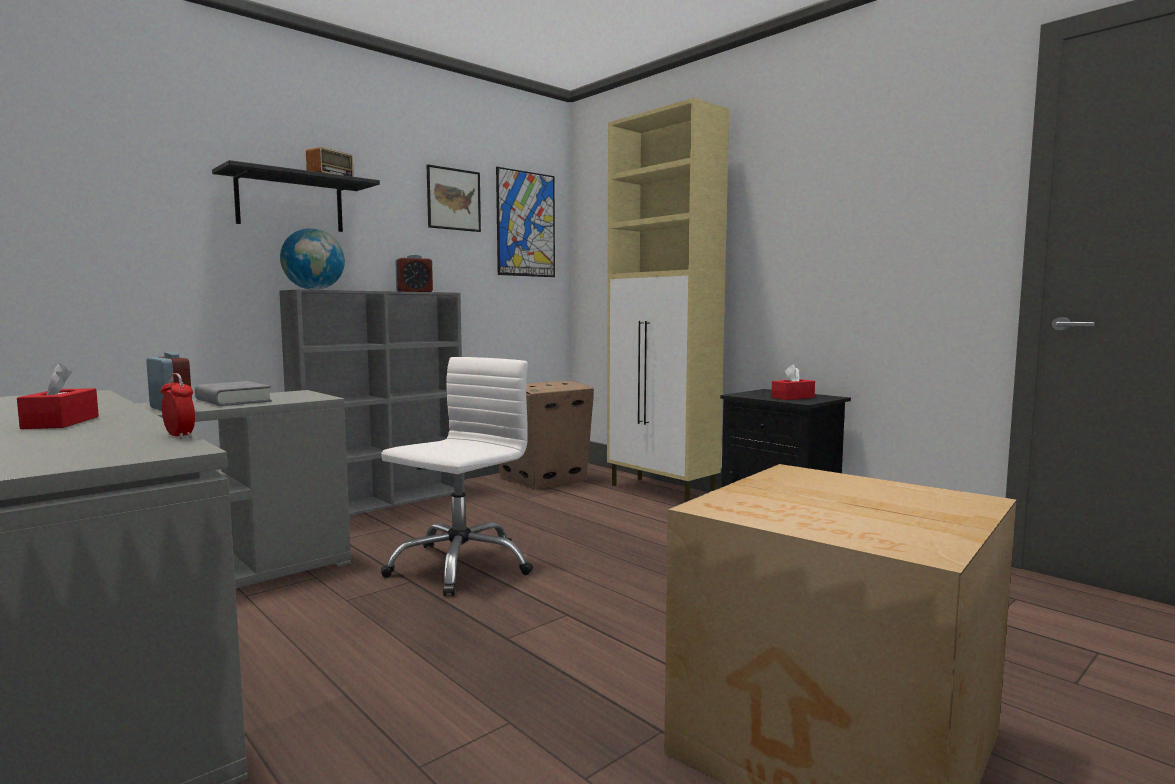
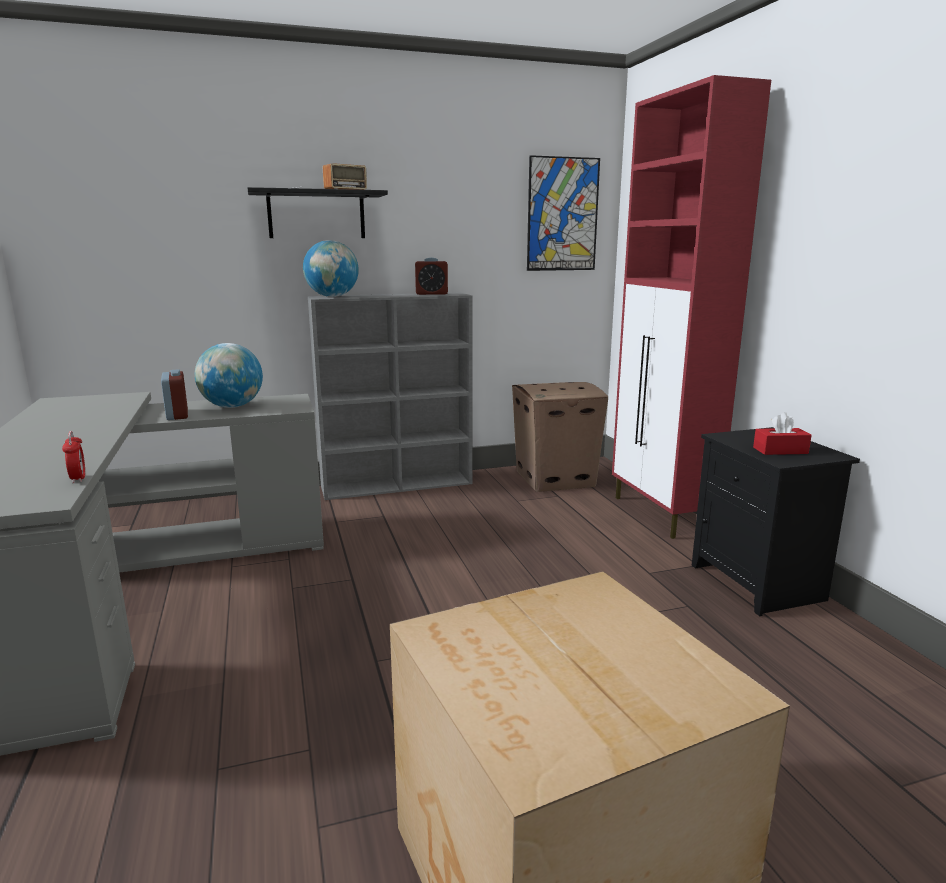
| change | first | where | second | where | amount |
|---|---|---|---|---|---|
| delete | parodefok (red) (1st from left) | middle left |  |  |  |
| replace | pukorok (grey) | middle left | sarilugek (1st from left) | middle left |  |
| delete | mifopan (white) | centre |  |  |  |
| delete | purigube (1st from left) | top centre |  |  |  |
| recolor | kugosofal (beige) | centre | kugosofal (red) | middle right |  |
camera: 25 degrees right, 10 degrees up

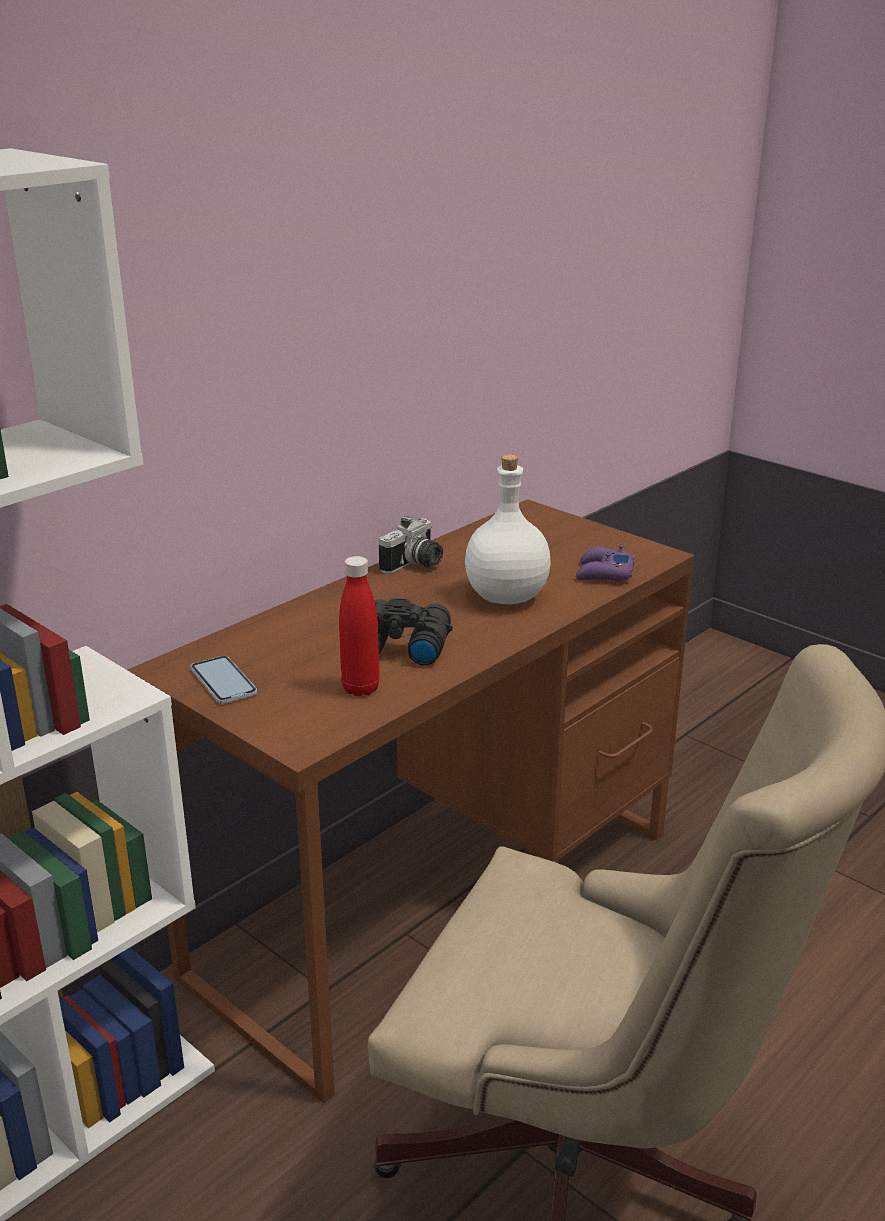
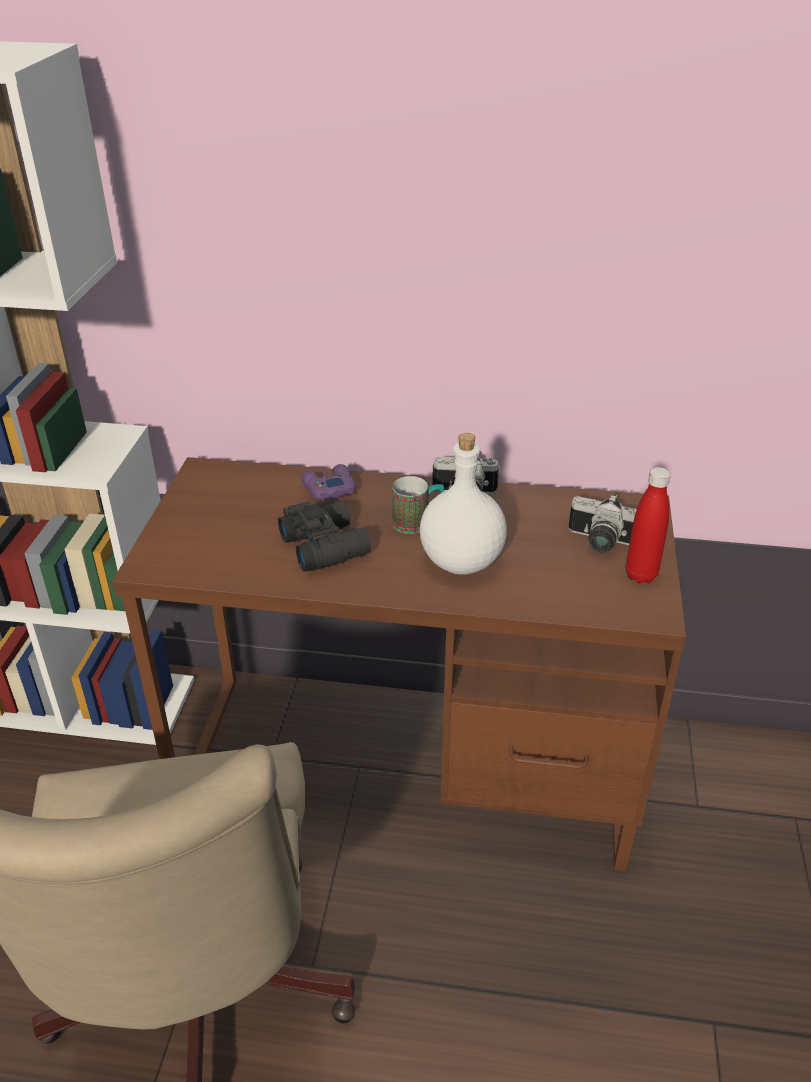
| change | first | where | second | where | amount |
|---|---|---|---|---|---|
| delete | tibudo | middle left |  |  |  |
| move | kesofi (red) | centre |  | middle right |  |
| move | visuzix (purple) | middle right |  | centre |  |
| insert |  |  | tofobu | centre |  |
| insert |  |  | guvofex (2nd from left) | middle right |  |
camera: 55 degrees right, 10 degrees up

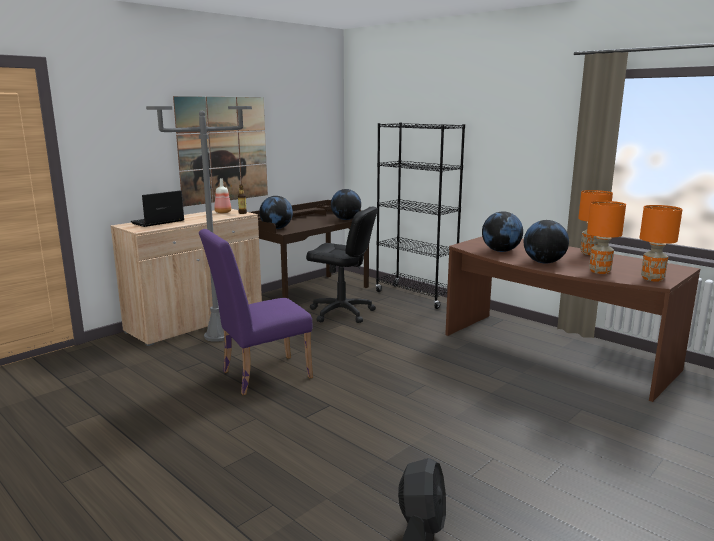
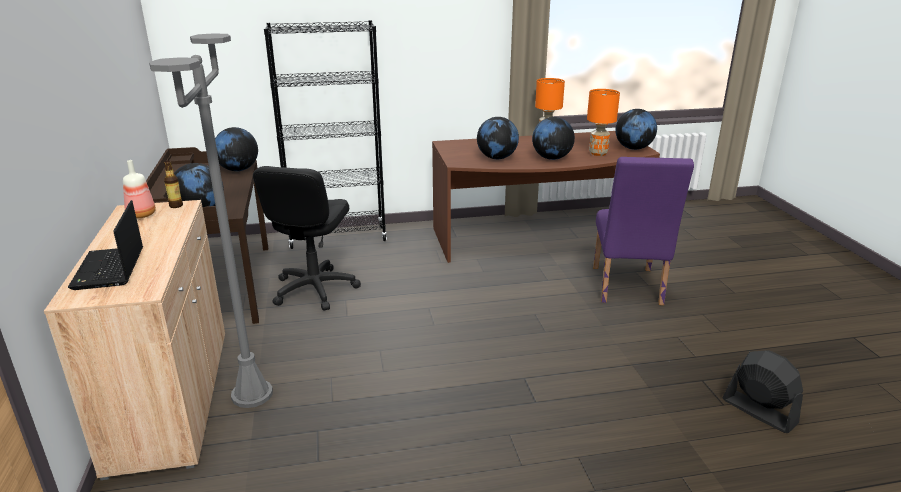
| change | first | where | second | where | amount |
|---|---|---|---|---|---|
| delete | purigube | top left |  |  |  |
| move | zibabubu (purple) | centre |  | middle right |  |
| rotate | mifopan (black) | centre |  | centre | 135 degrees clockwise |
| replace | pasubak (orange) (3rd from left) | middle right | sarilugek (5th from left) | top right |  |
camera: 55 degrees left, 10 degrees up

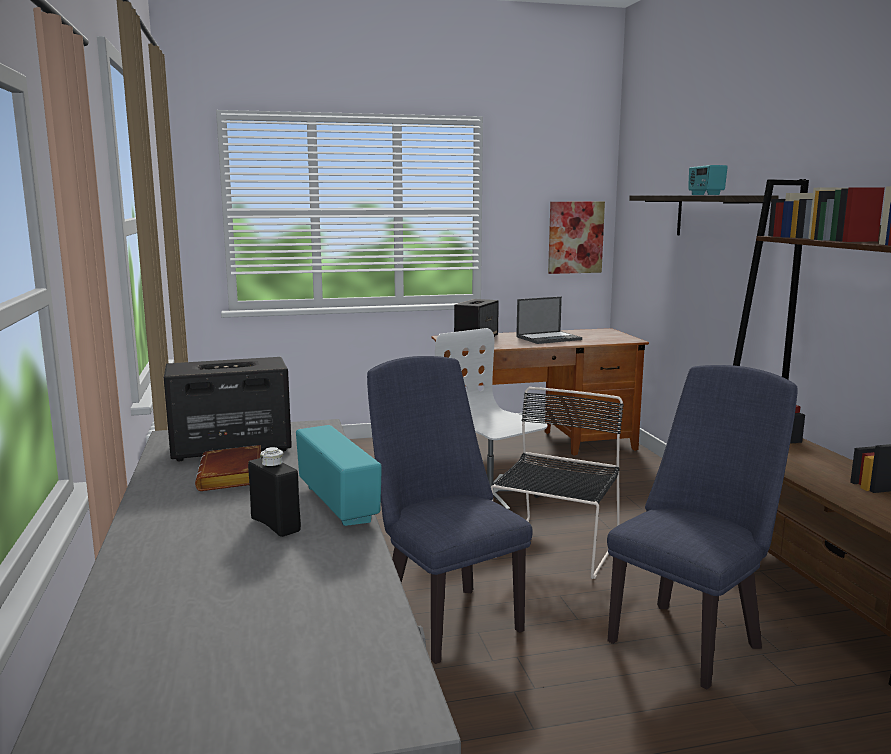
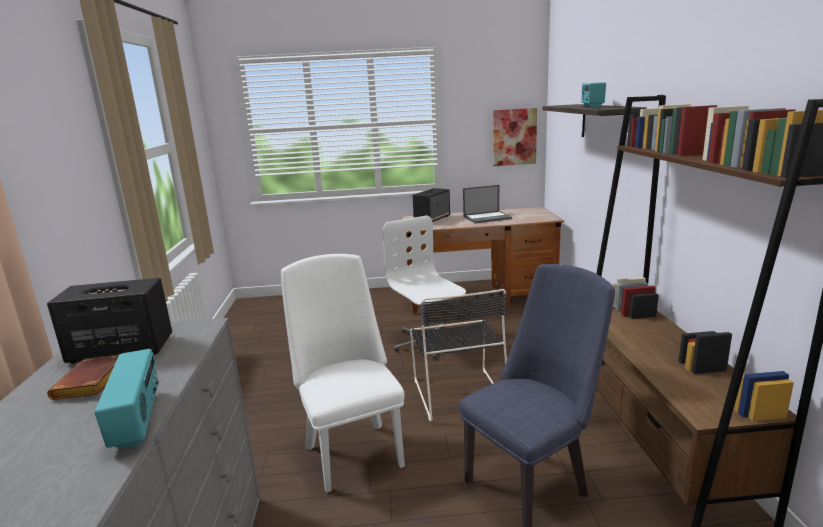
| change | first | where | second | where | amount |
|---|---|---|---|---|---|
| delete | kesofi (black) | middle left |  |  |  |
| recolor | zibabubu (blue) (1st from left) | bottom centre | zibabubu (white) | bottom centre |  |
| rotate | zibabubu (black) | centre |  | bottom centre | 135 degrees clockwise |
camera: 10 degrees right, 5 degrees up

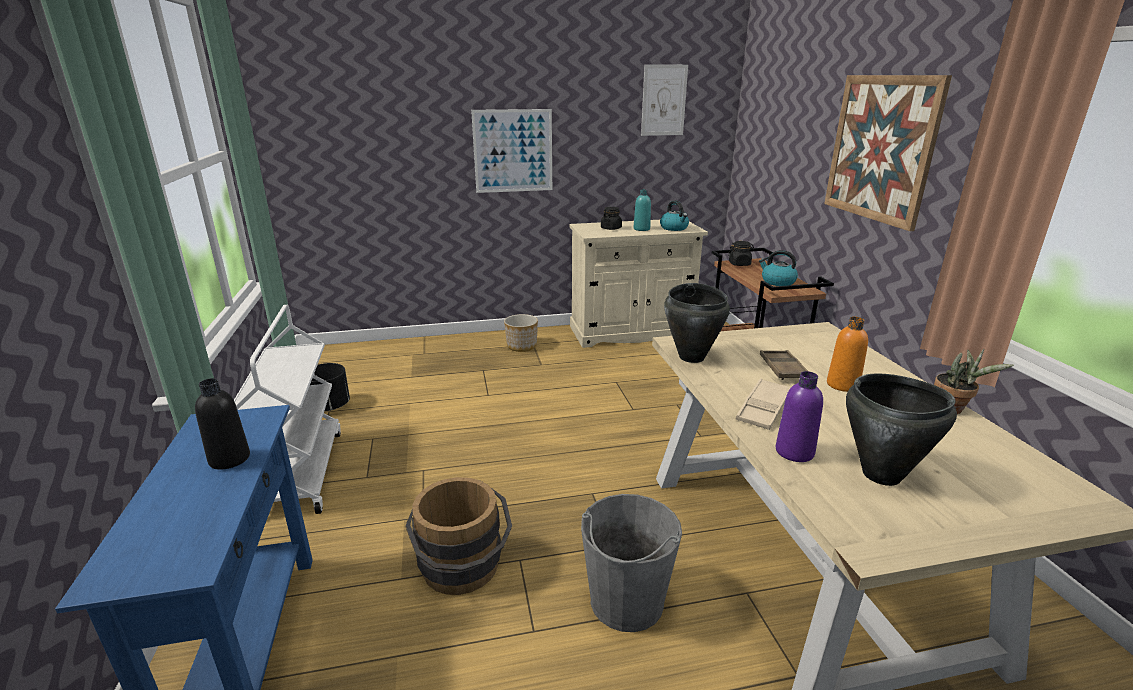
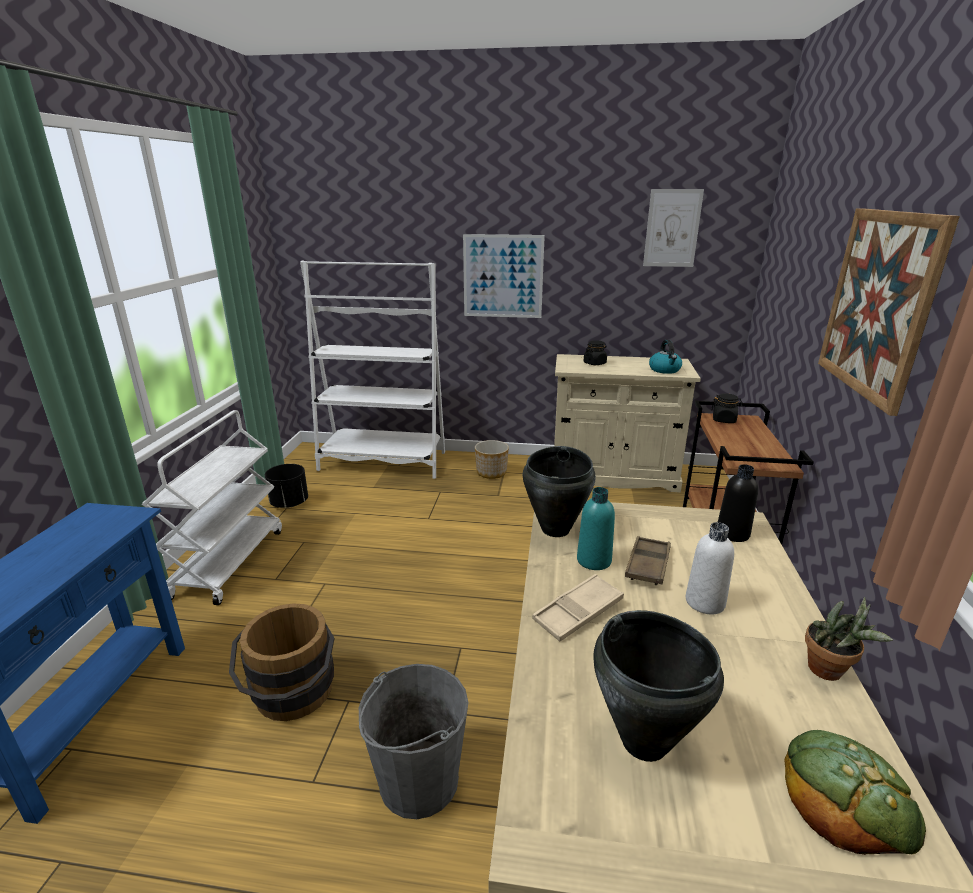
| change | first | where | second | where | amount |
|---|---|---|---|---|---|
| move | kesofi (black) | middle left |  | middle right |  |
| move | kesofi (turquoise) | top centre |  | centre |  |
| delete | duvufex (2nd from left) | middle right |  |  |  |
| delete | kesofi (purple) | middle right |  |  |  |
| recolor | kesofi (orange) | middle right | kesofi (white) | middle right |  |
| insert |  |  | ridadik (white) | centre |  |
| insert |  |  | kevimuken | bottom right |  |
camera: 20 degrees right, 0 degrees up

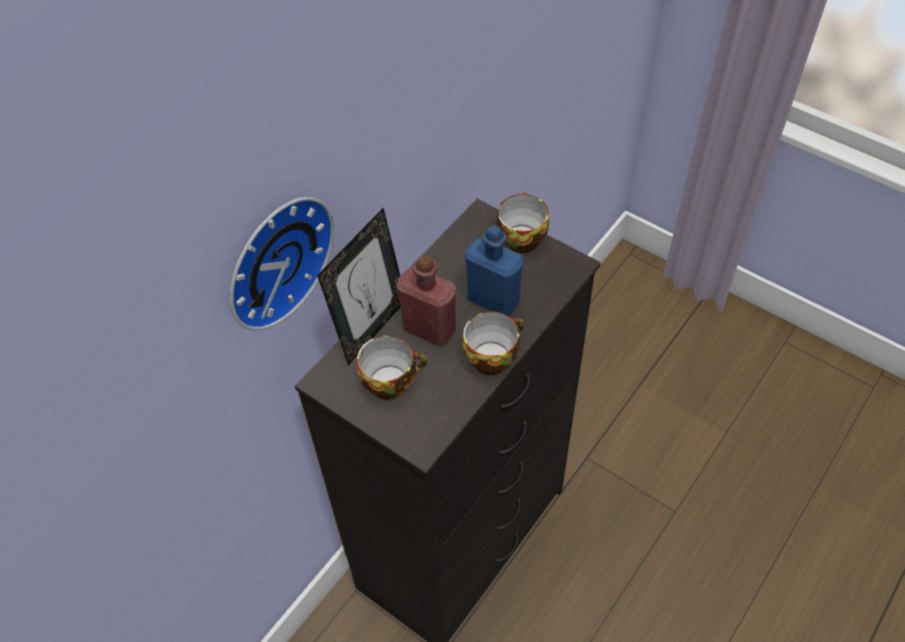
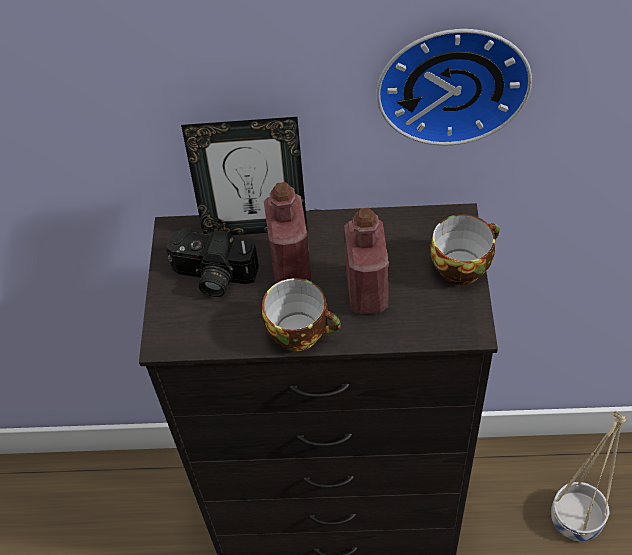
| change | first | where | second | where | amount |
|---|---|---|---|---|---|
| move | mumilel | middle left |  | top right |  |
| replace | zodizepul (1st from left) | centre | guvofex | centre |  |
| recolor | kesofi (blue) | centre | kesofi (red) (2nd from left) | centre |  |
| insert |  |  | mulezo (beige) | bottom right |  |
camera: 55 degrees right, 0 degrees up

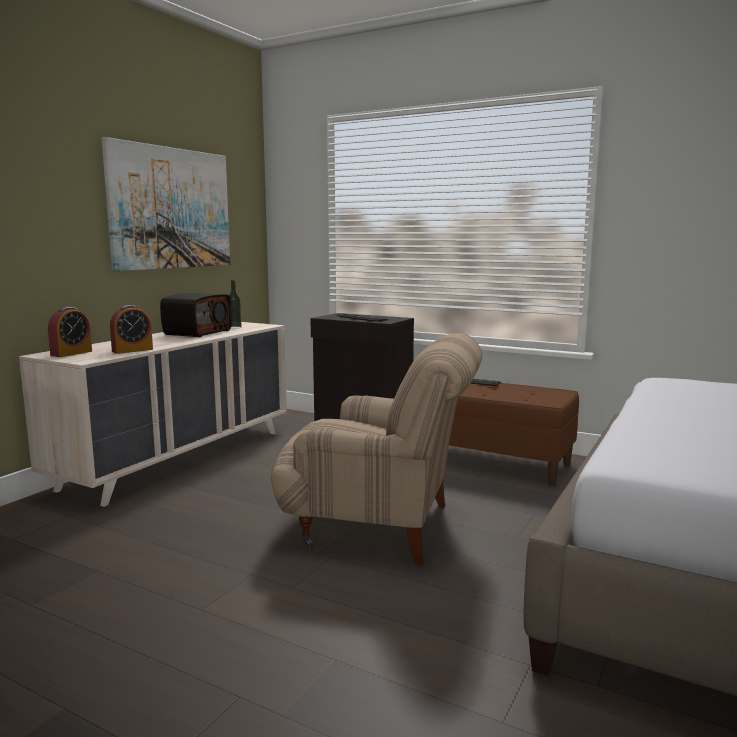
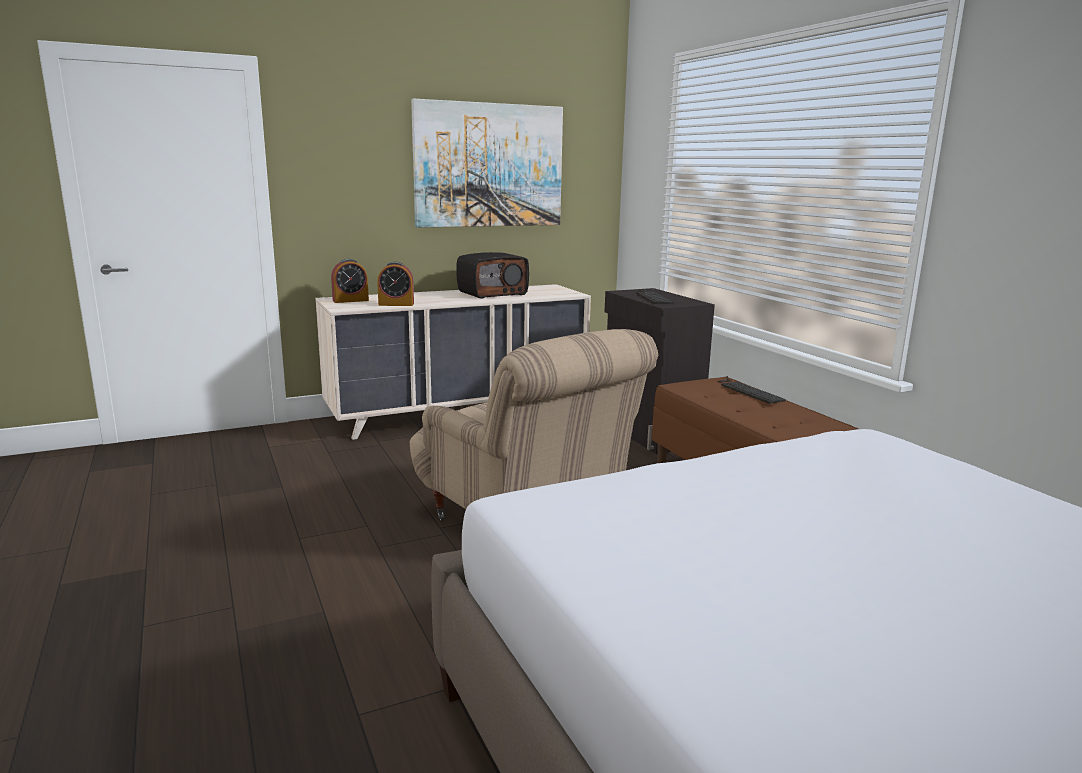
| change | first | where | second | where | amount |
|---|---|---|---|---|---|
| delete | kesofi | middle left |  |  |  |
camera: 35 degrees right, 5 degrees up

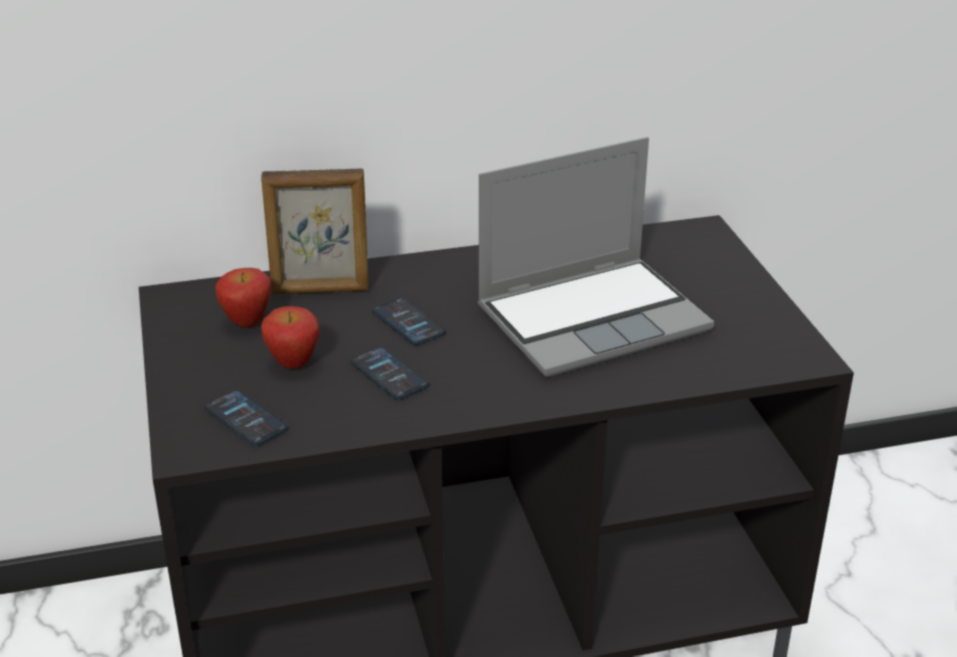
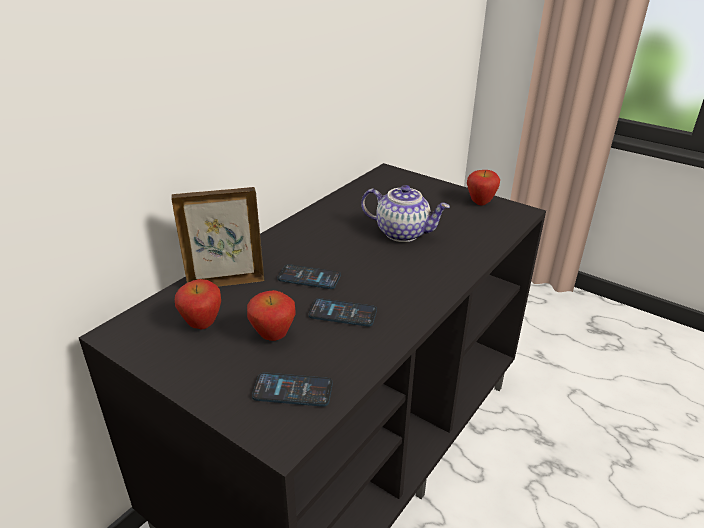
| change | first | where | second | where | amount |
|---|---|---|---|---|---|
| rotate | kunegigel | middle left |  | middle left | 150 degrees counterclockwise |
| replace | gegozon | centre | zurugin | centre |  |
| insert |  |  | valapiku (3rd from left) | middle right |  |
camera: 40 degrees left, 0 degrees up

